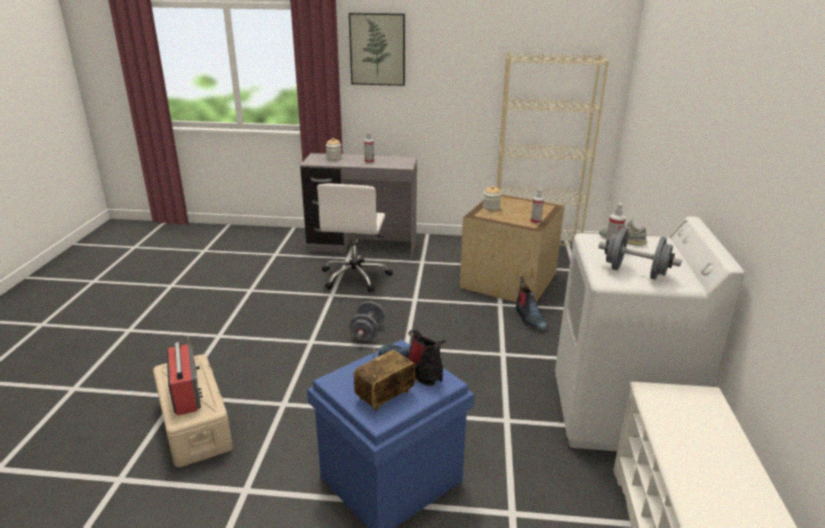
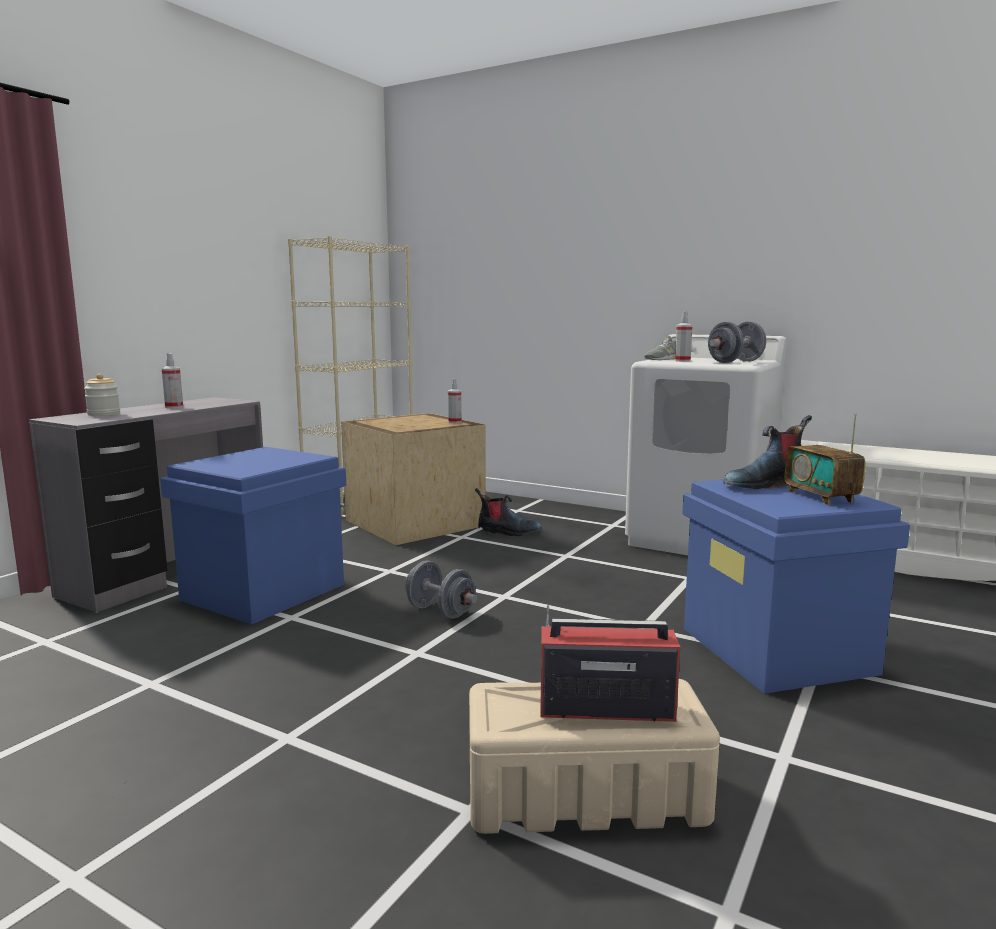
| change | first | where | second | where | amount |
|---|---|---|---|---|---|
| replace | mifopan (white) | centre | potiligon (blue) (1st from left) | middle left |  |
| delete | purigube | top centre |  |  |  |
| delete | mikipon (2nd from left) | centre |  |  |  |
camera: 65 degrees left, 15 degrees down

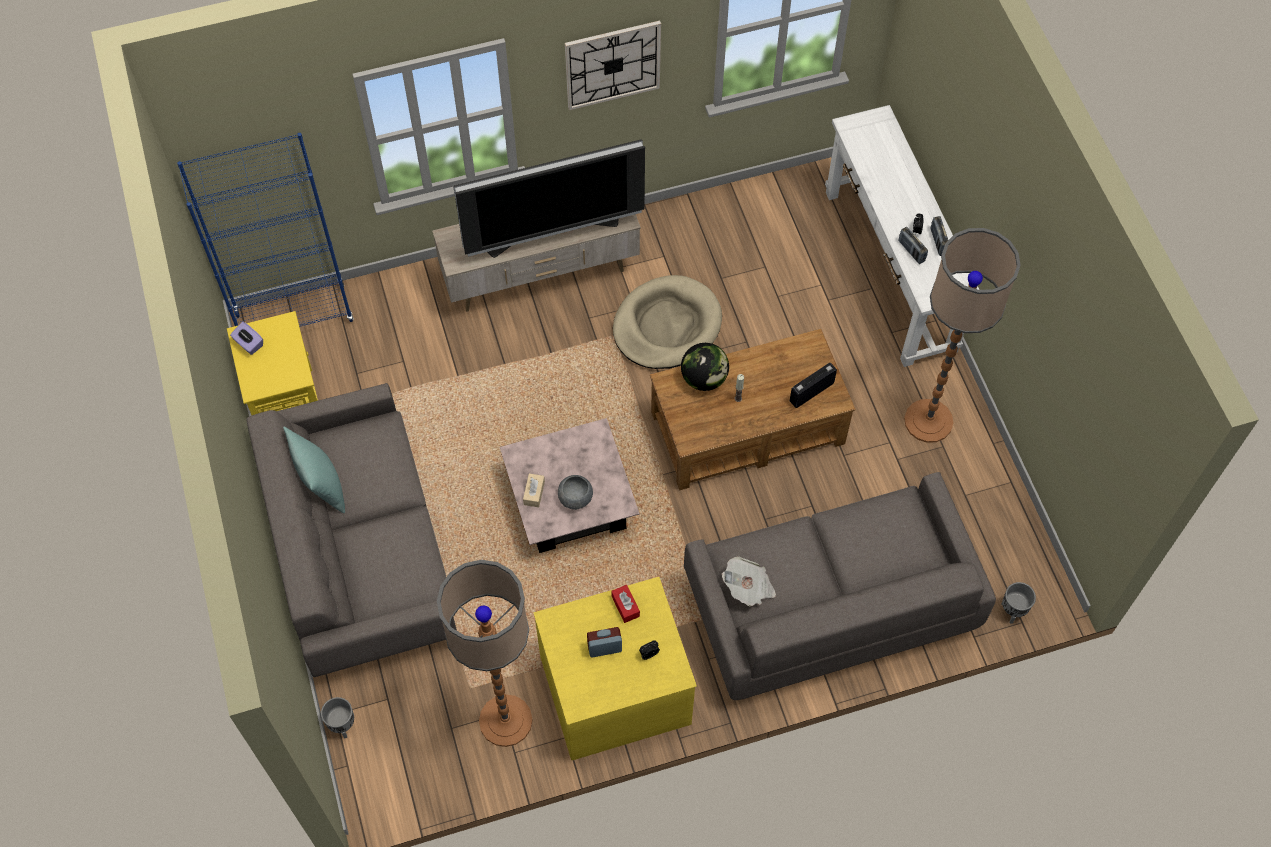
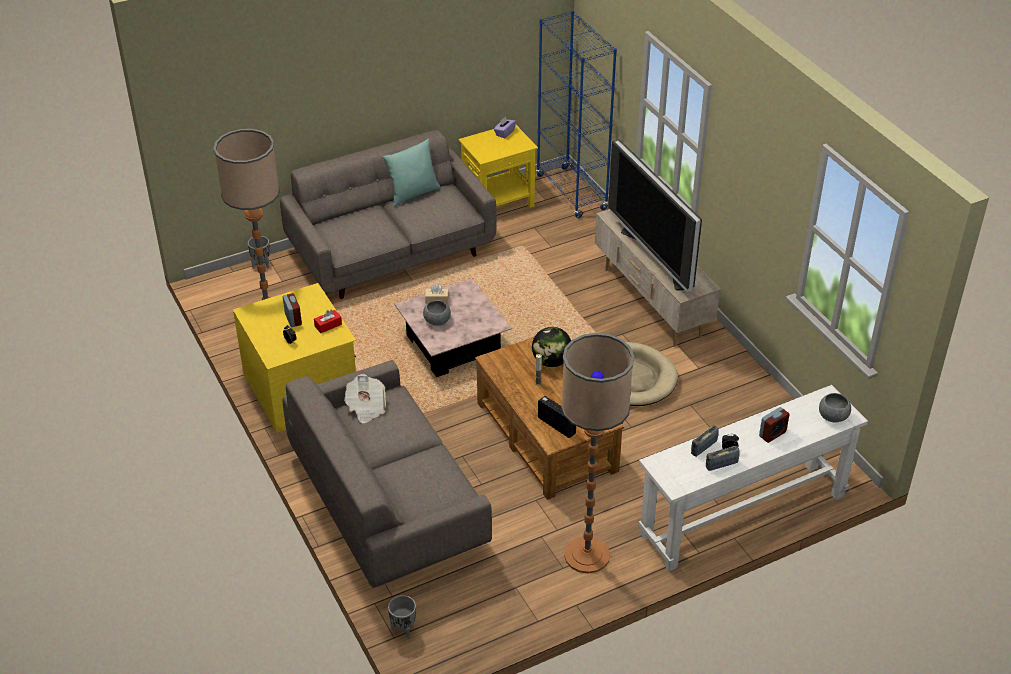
| change | first | where | second | where | amount |
|---|---|---|---|---|---|
| delete | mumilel | top centre |  |  |  |
| insert |  |  | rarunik (4th from left) | middle right |  |
| insert |  |  | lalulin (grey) (2nd from left) | middle right |  |
camera: 80 degrees right, 20 degrees down

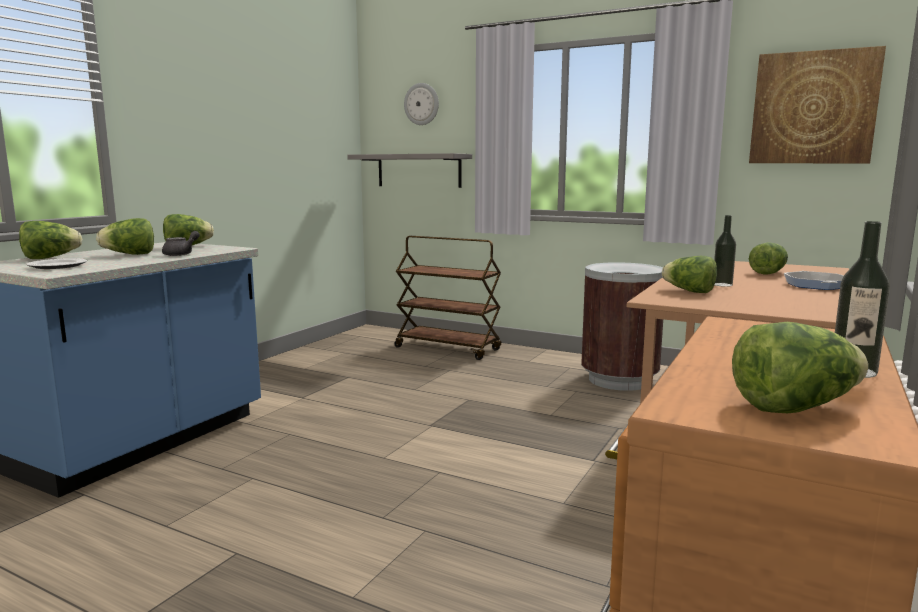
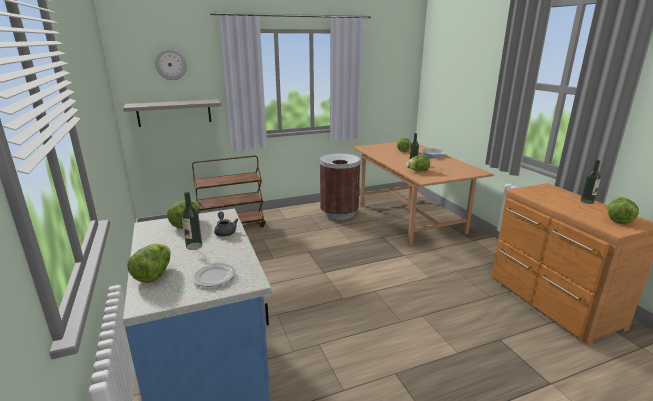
| change | first | where | second | where | amount |
|---|---|---|---|---|---|
| replace | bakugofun (2nd from left) | middle left | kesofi (1st from left) | middle left |  |
| delete | purigube | top right |  |  |  |
camera: 50 degrees left, 10 degrees up

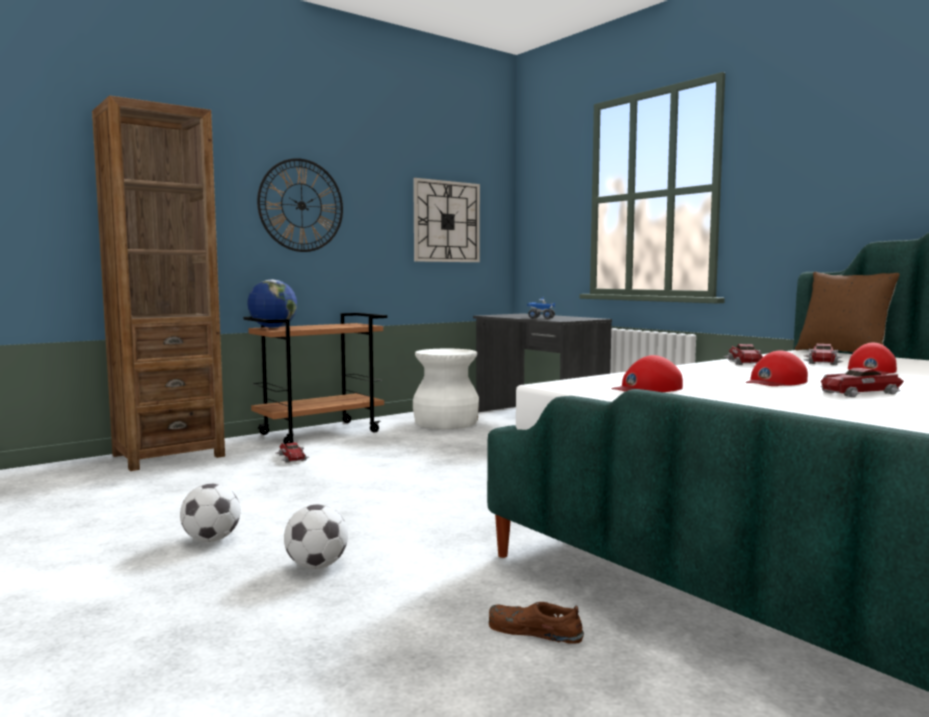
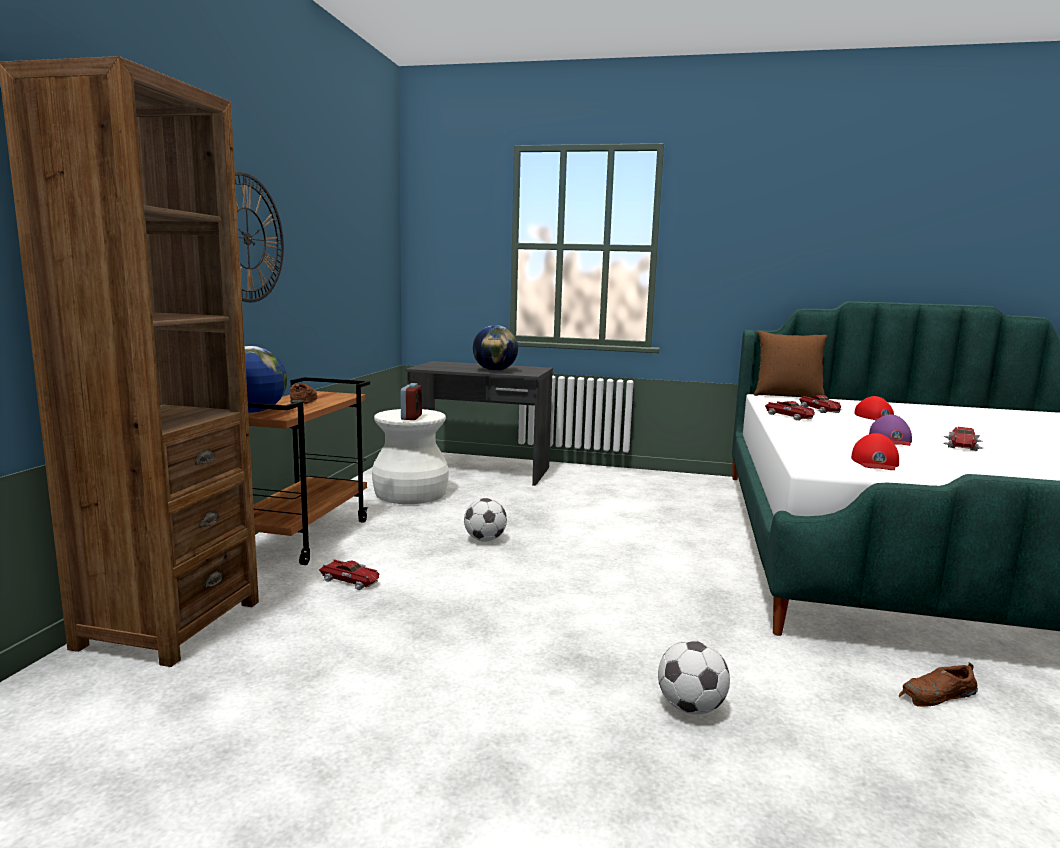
| change | first | where | second | where | amount |
|---|---|---|---|---|---|
| move | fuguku (1st from left) | bottom left |  | centre |  |
| delete | mumilel (2nd from left) | top centre |  |  |  |
| replace | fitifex | centre | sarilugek (2nd from left) | centre |  |
| recolor | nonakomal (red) (2nd from left) | middle right | nonakomal (purple) | middle right |  |
| insert |  |  | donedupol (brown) (1st from left) | middle left |  |
| insert |  |  | rarunik | centre |  |
camera: 40 degrees left, 5 degrees up

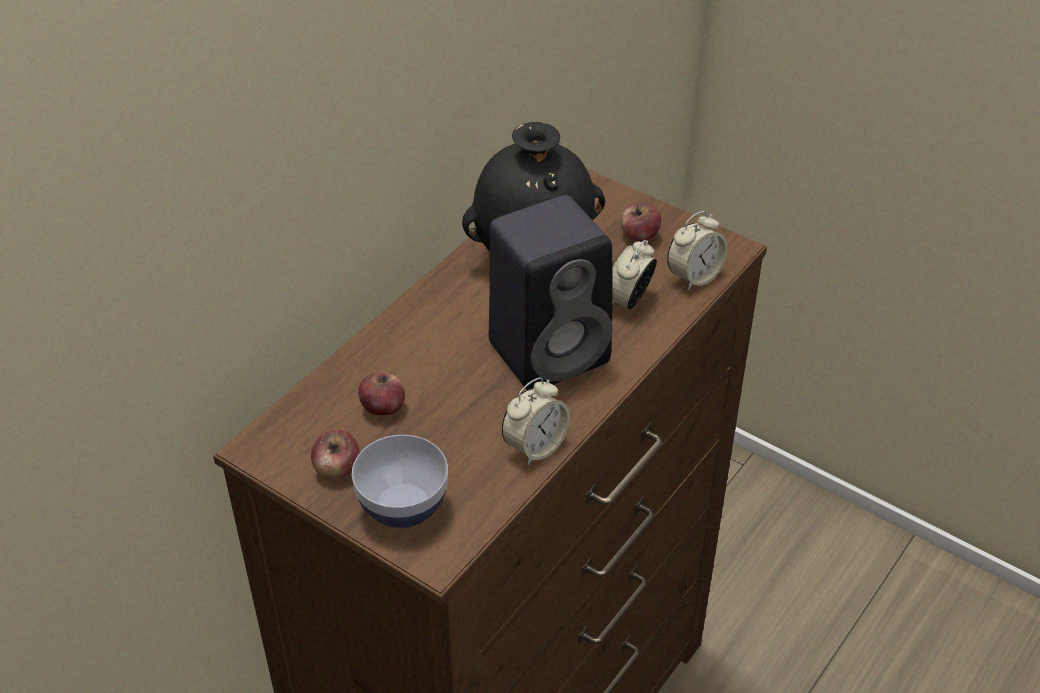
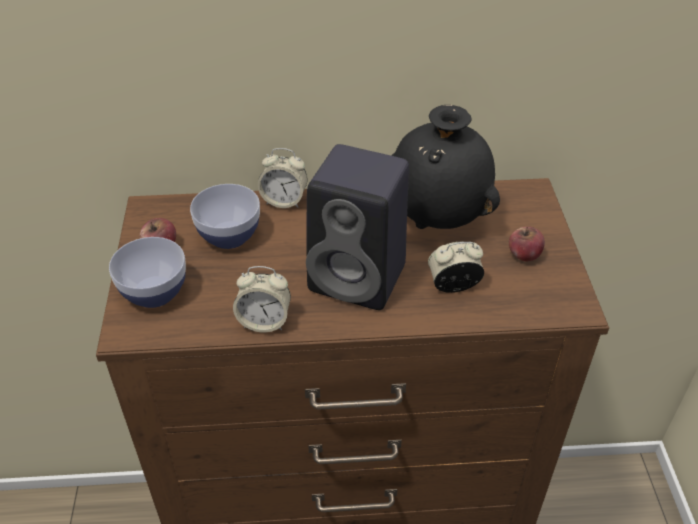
| change | first | where | second | where | amount |
|---|---|---|---|---|---|
| replace | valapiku (2nd from left) | centre | lalulin (2nd from left) | middle left |  |
| move | rarunik (3rd from left in the first image) | middle right | rarunik (2nd from left) | centre |  |
camera: 50 degrees right, 0 degrees up

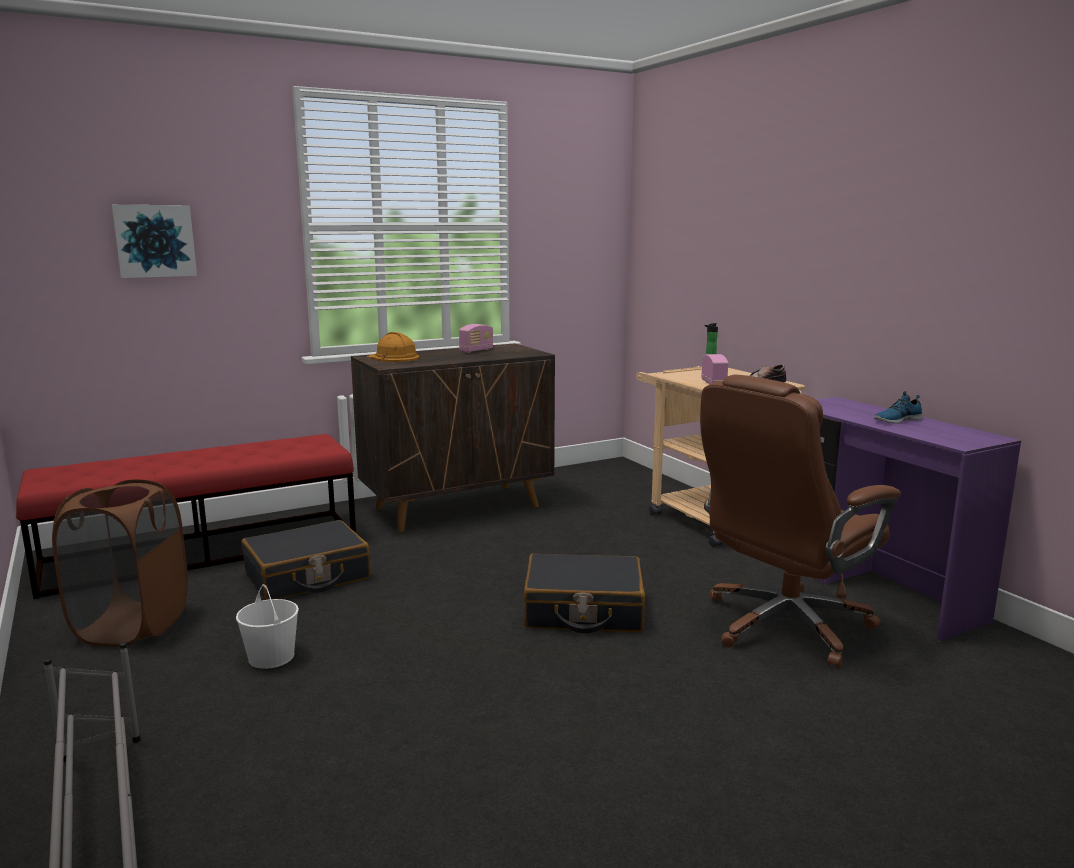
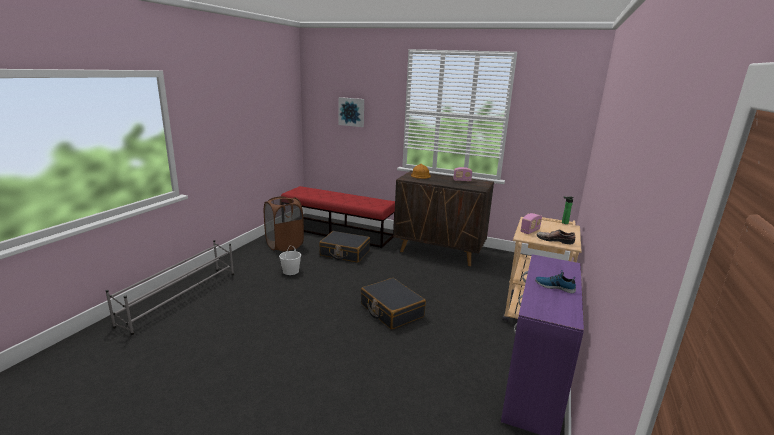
| change | first | where | second | where | amount |
|---|---|---|---|---|---|
| delete | mifopan (brown) | middle right |  |  |  |
camera: 50 degrees right, 5 degrees up

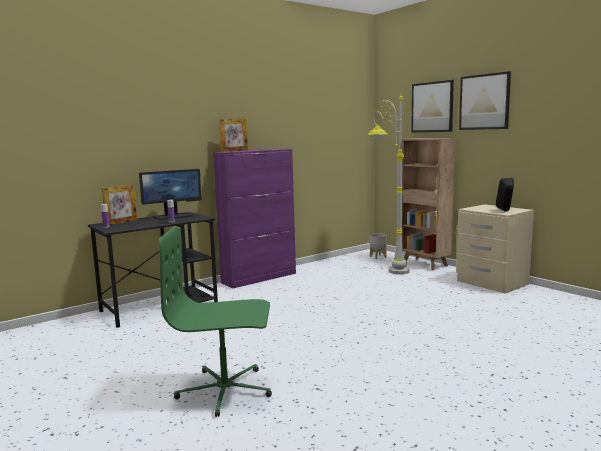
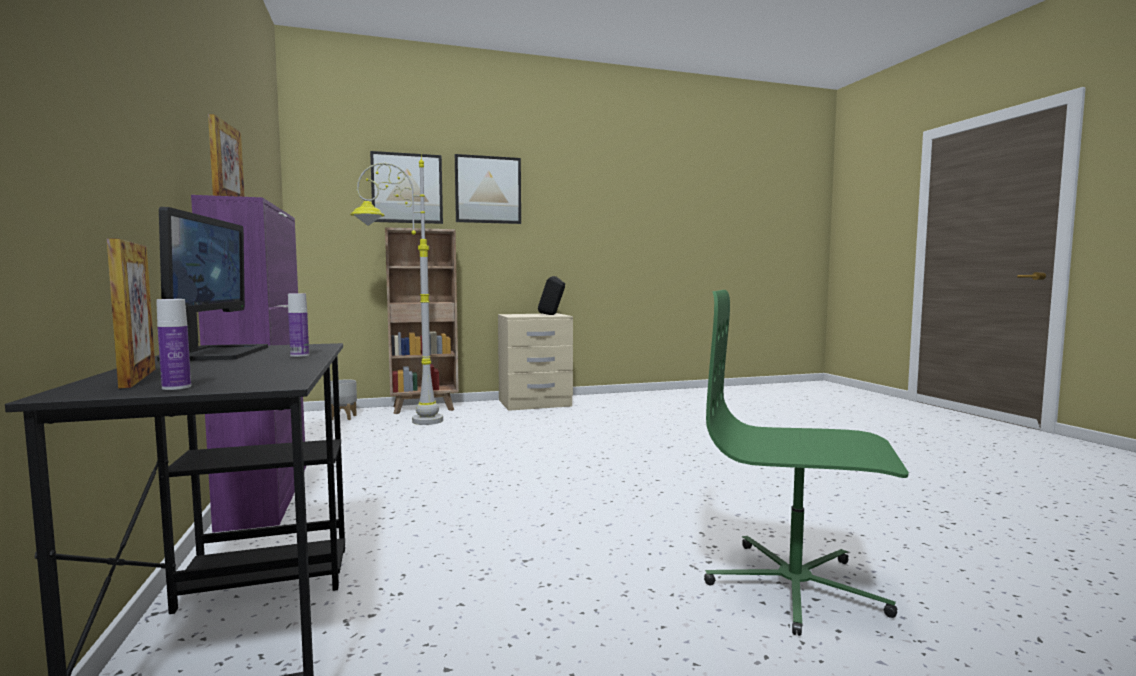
| change | first | where | second | where | amount |
|---|---|---|---|---|---|
| rotate | mifopan (green) | bottom centre |  | bottom right | 90 degrees clockwise |
camera: 70 degrees left, 5 degrees down

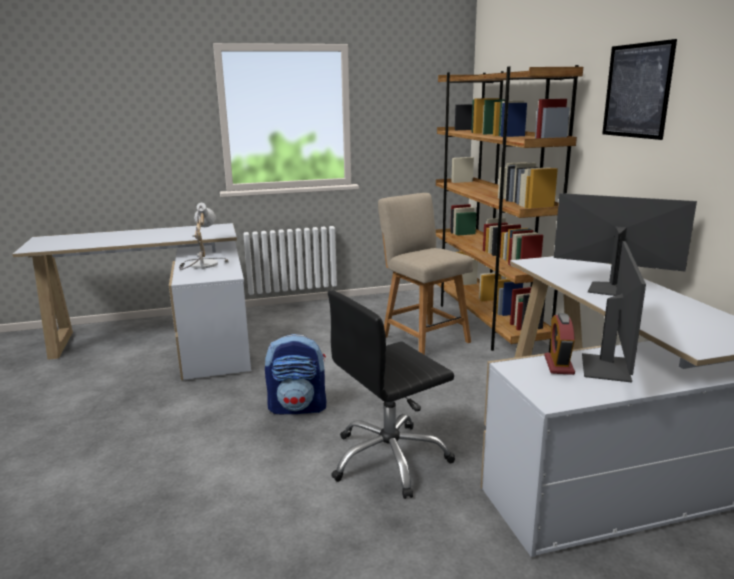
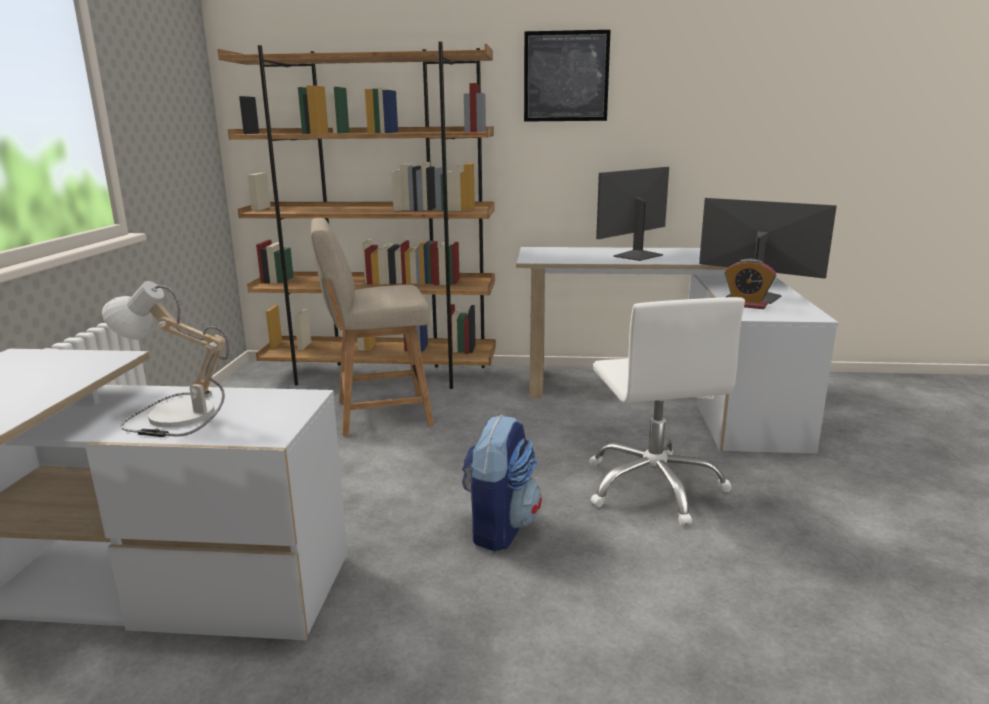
| change | first | where | second | where | amount |
|---|---|---|---|---|---|
| recolor | mifopan (black) | bottom centre | mifopan (white) | middle right |  |
camera: 70 degrees left, 0 degrees up

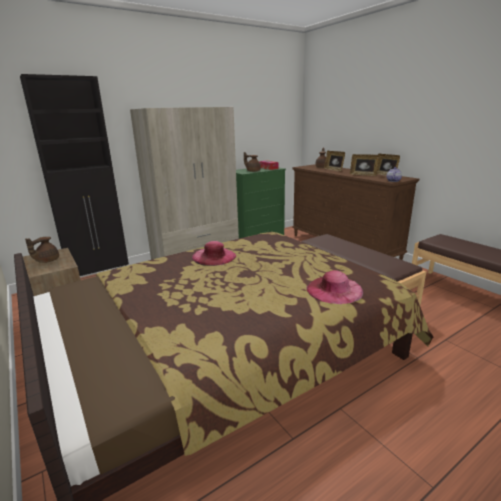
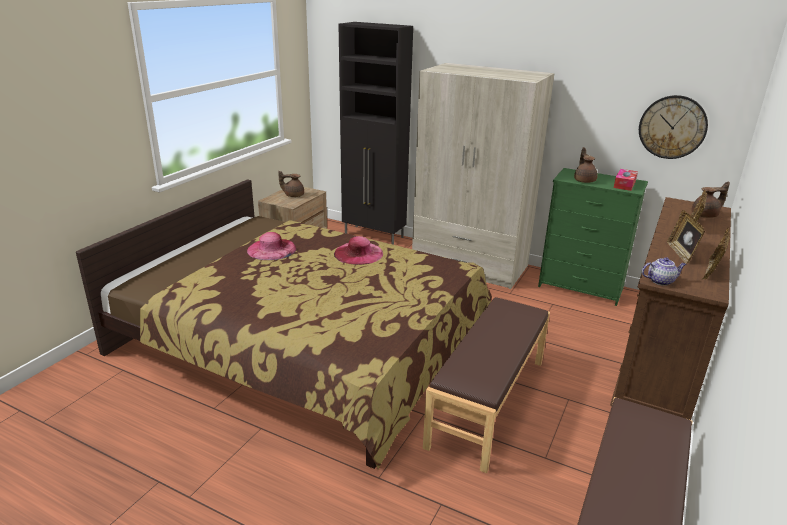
| change | first | where | second | where | amount |
|---|---|---|---|---|---|
| move | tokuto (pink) (2nd from left in the first image) | middle right | tokuto (pink) (1st from left) | centre |  |
| insert |  |  | mumilel | top right |  |
camera: 60 degrees right, 5 degrees up

